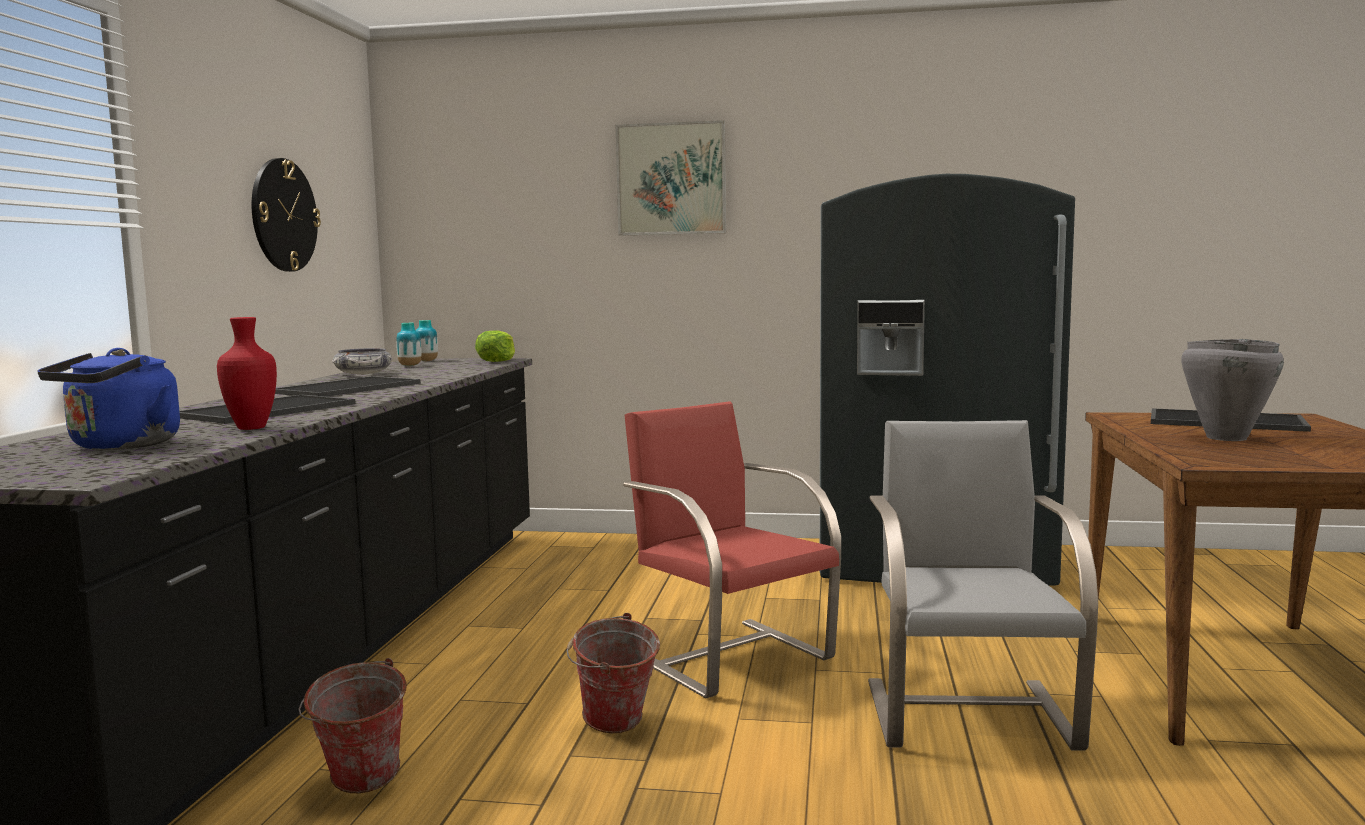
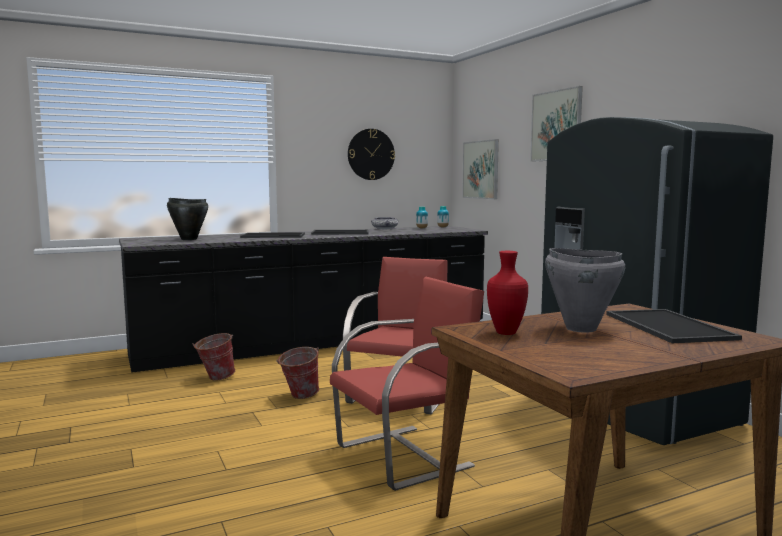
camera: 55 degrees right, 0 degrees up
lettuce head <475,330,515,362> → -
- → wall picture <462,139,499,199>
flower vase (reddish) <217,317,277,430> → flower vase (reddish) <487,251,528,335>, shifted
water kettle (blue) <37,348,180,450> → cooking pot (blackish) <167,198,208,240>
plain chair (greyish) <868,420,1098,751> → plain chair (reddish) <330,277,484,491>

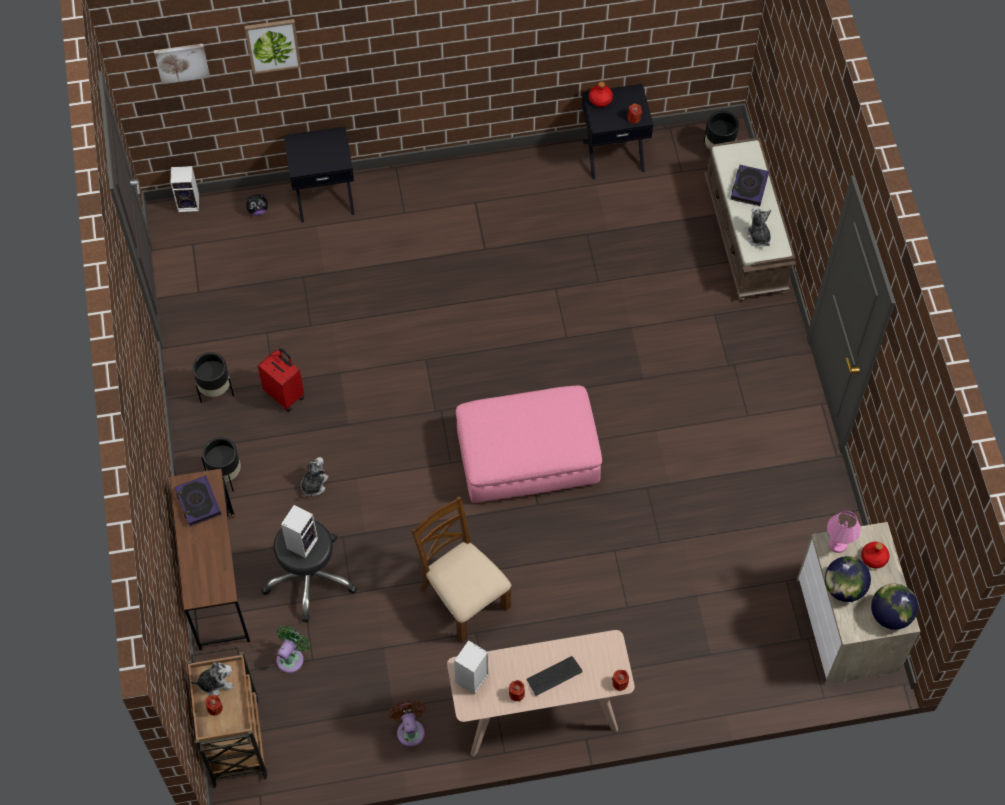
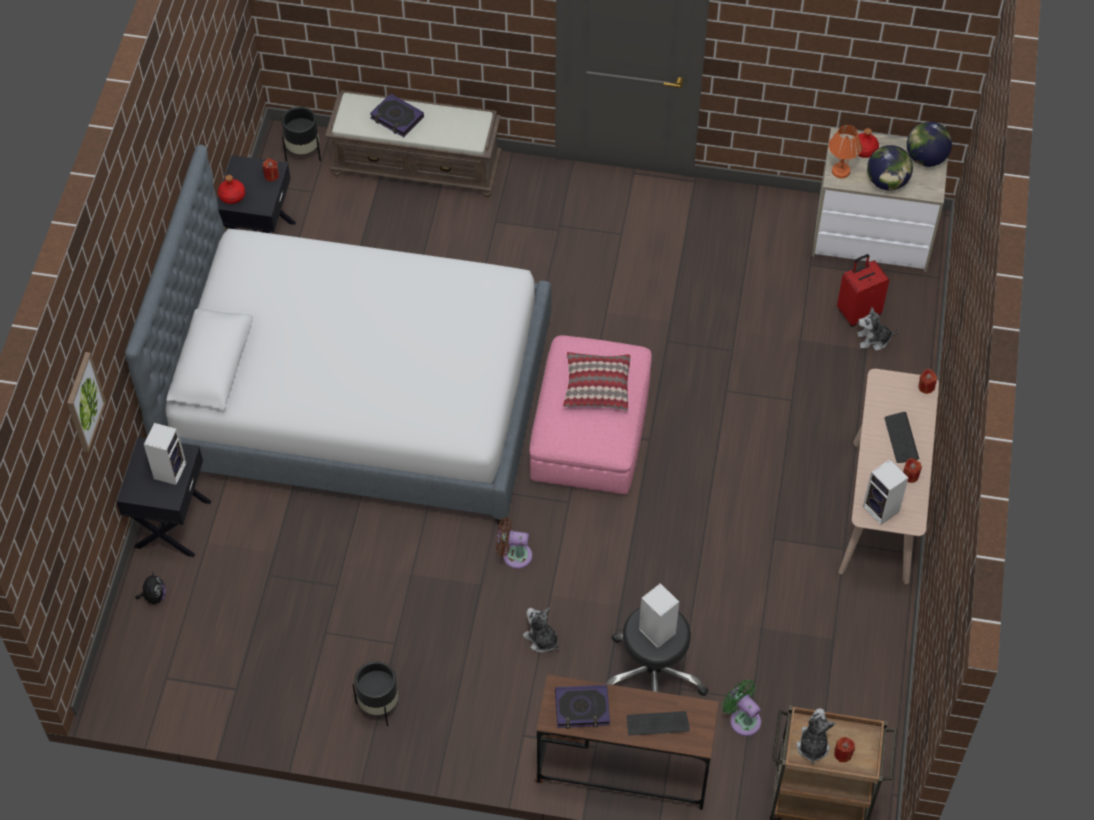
camera: 70 degrees left, 5 degrees down
wall picture <154,44,210,84> → -
planter (blackish) <201,437,241,492> → -
plain chair (brown-coloured) <411,496,511,643> → -
- → bed <125,144,551,525>
- → cushion <563,352,631,411>
- → PC keyboard <627,711,690,736>
audio speaker <171,166,199,212> → audio speaker <144,423,186,485>, shifted
suitcase (reddish) <258,348,304,412> → suitcase (reddish) <837,254,889,326>, shifted
fan (brown-coloured) <389,700,426,747> → fan (brown-coloured) <496,517,532,569>, shifted
cuddly toy <744,207,771,247> → cuddly toy <857,307,899,351>, shifted
table lamp (pinkish) <827,511,861,553> → table lamp (orange) <829,125,862,179>

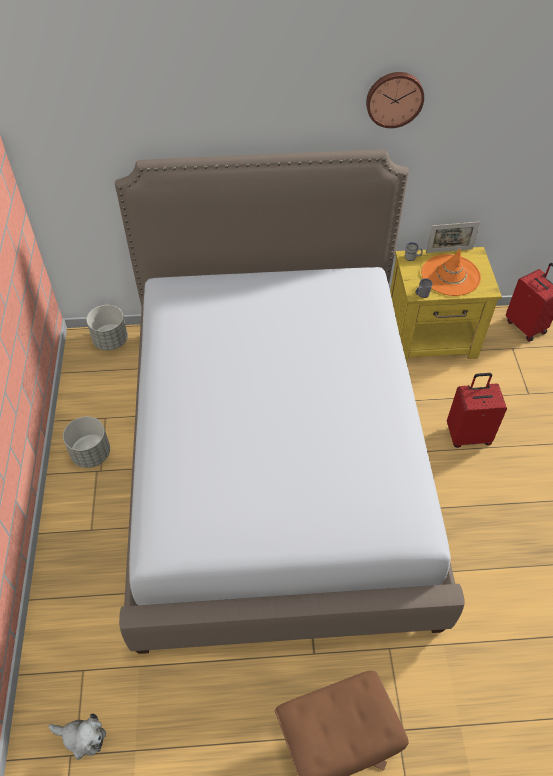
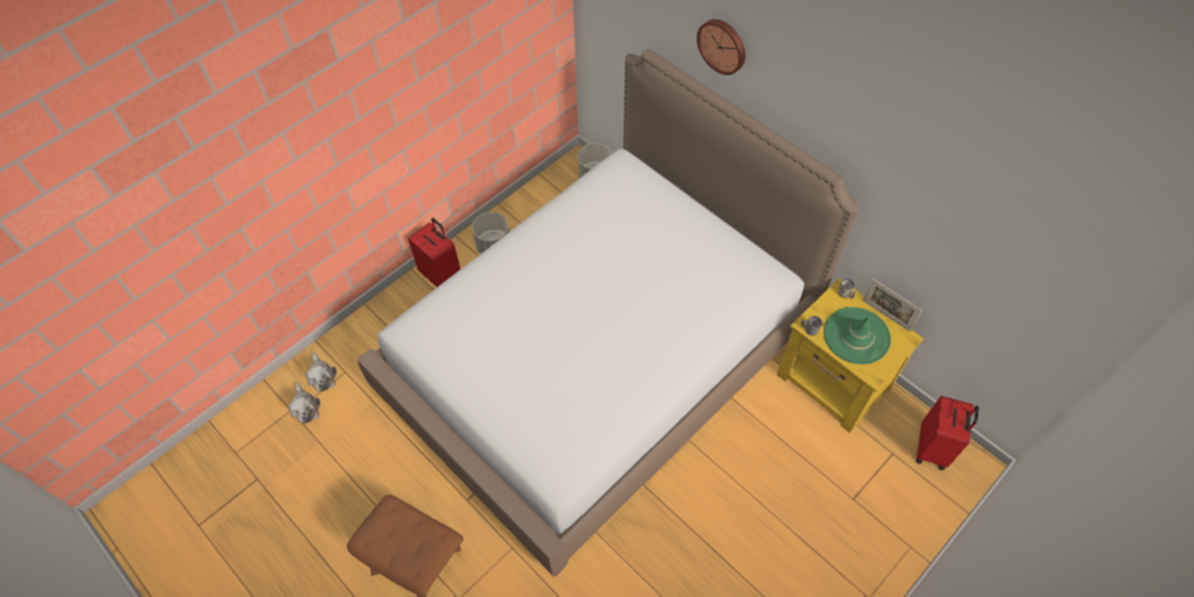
camera: 50 degrees right, 5 degrees up
- → cuddly toy <305,352,337,392>
clock on the wall <366,72,424,128> → clock on the wall <697,19,745,75>, shifted
suitcase (reddish) <447,373,507,448> → suitcase (reddish) <408,218,460,287>, shifted
clothing hat (orange) <421,248,481,296> → clothing hat (green-coloured) <824,307,891,364>

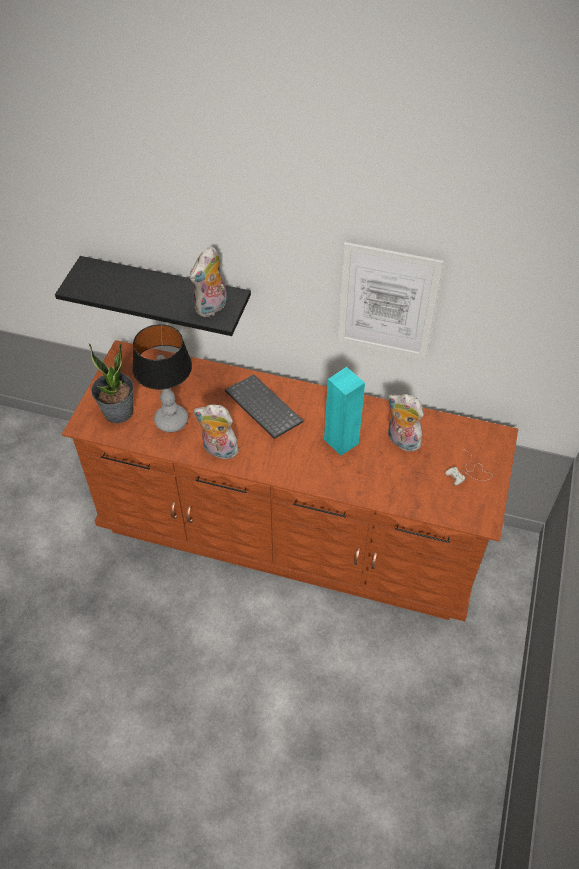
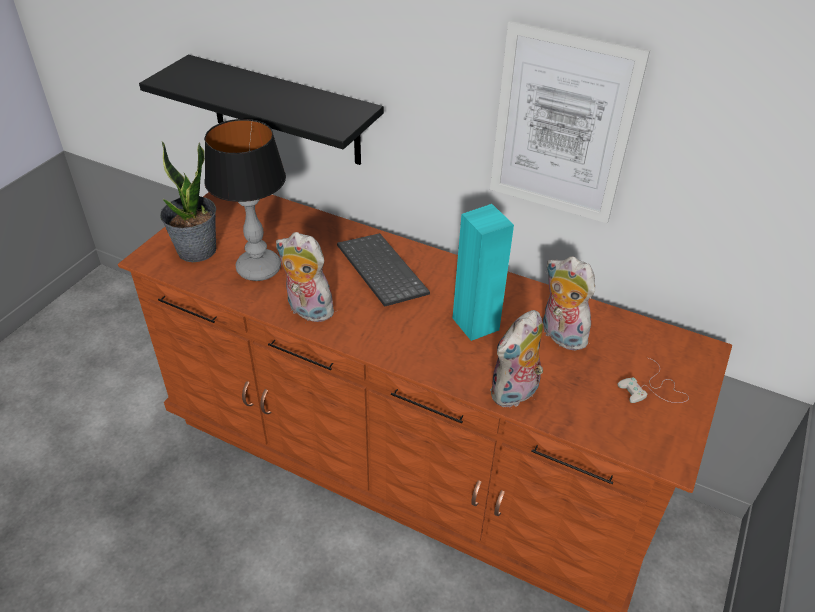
camera: 10 degrees right, 10 degrees down
cuddly toy <190,246,227,317> → cuddly toy <490,310,543,407>, shifted

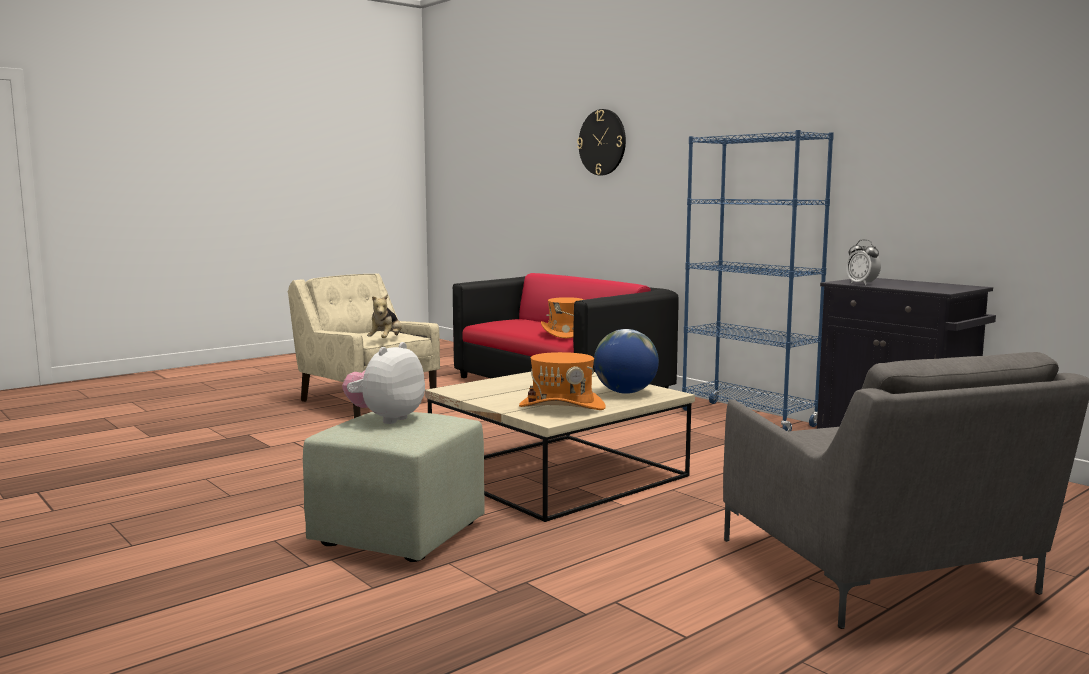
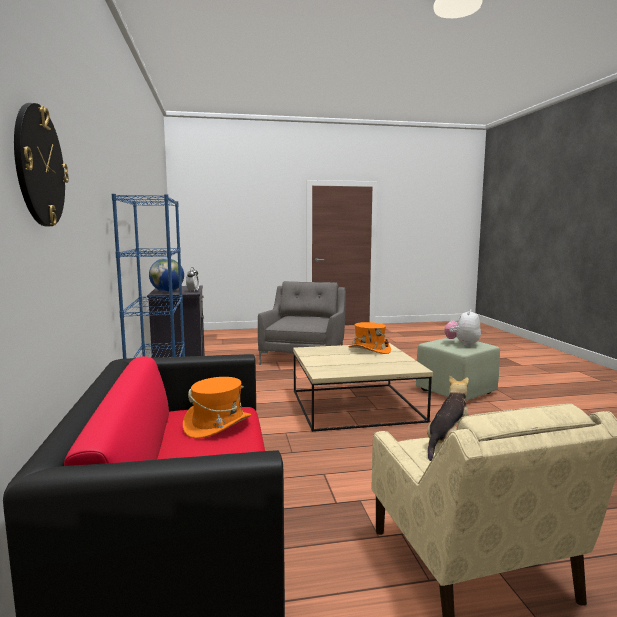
camera: 150 degrees left, 0 degrees up
desk globe <594,329,659,394> → desk globe <149,258,184,292>, shifted
cuddly toy <342,342,425,424> → cuddly toy <444,309,481,346>, 150 degrees clockwise

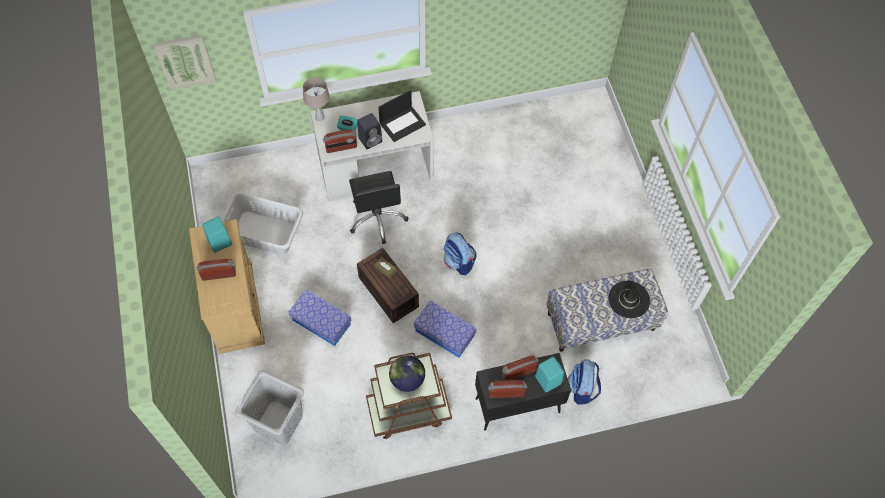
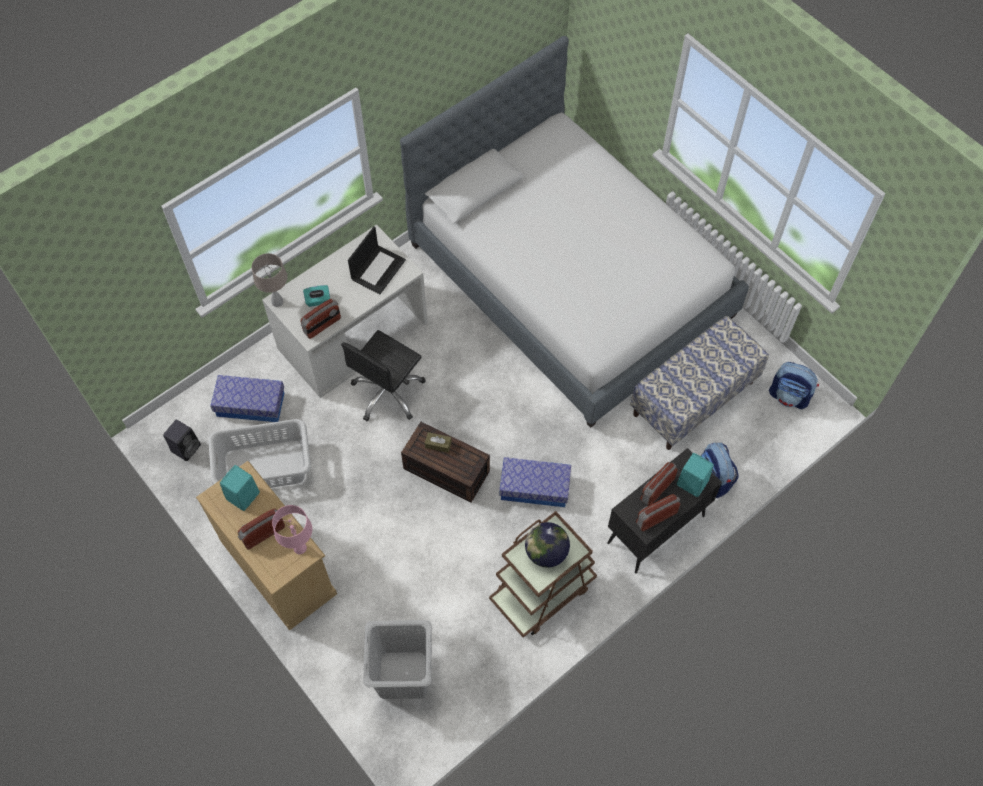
camera: 25 degrees left, 0 degrees up
wall picture <154,35,216,90> → -
clothing hat (blackish) <608,281,650,318> → -
- → table lamp (pinkish) <272,505,312,554>
- → bed <400,36,749,428>
storage box <289,290,352,346> → storage box <210,375,284,422>, shifted
audio speaker (blackish) <357,113,382,149> → audio speaker (blackish) <163,420,201,461>, shifted
backpack <444,232,477,275> → backpack <769,362,819,409>, shifted
computer chair (blackish) <349,171,408,244> → computer chair (blackish) <341,330,426,421>, 75 degrees clockwise

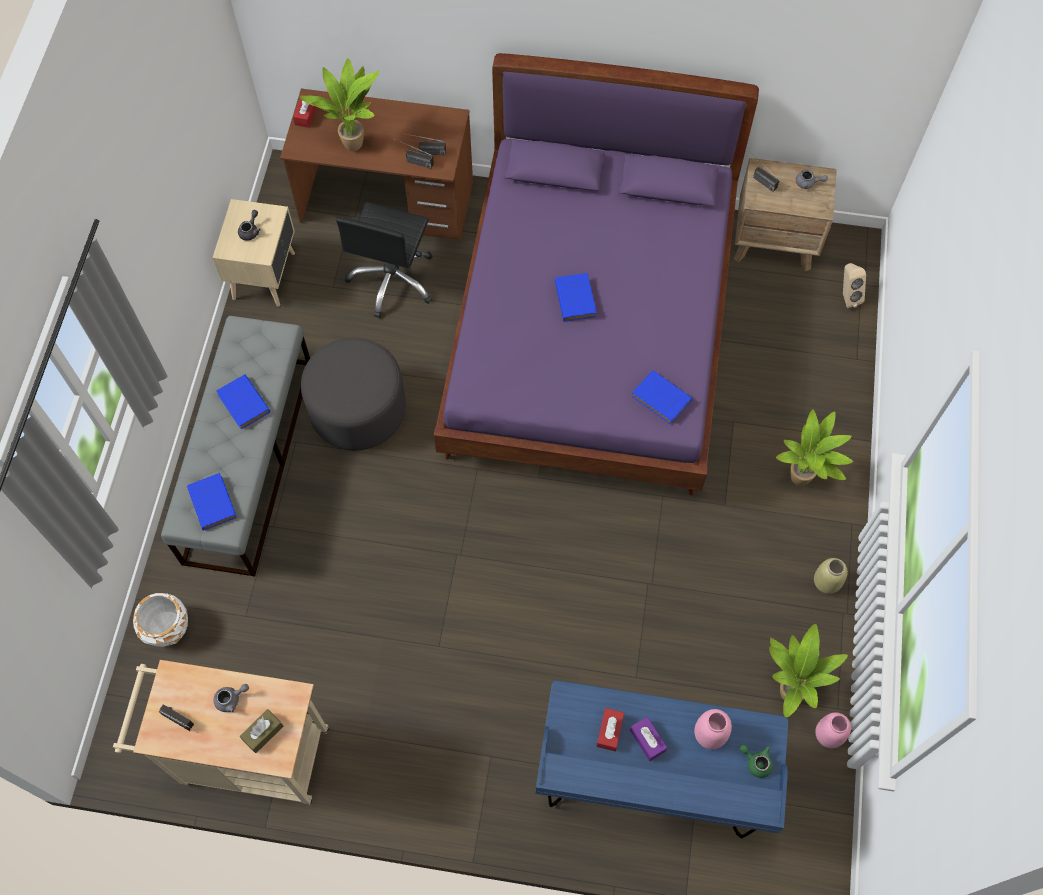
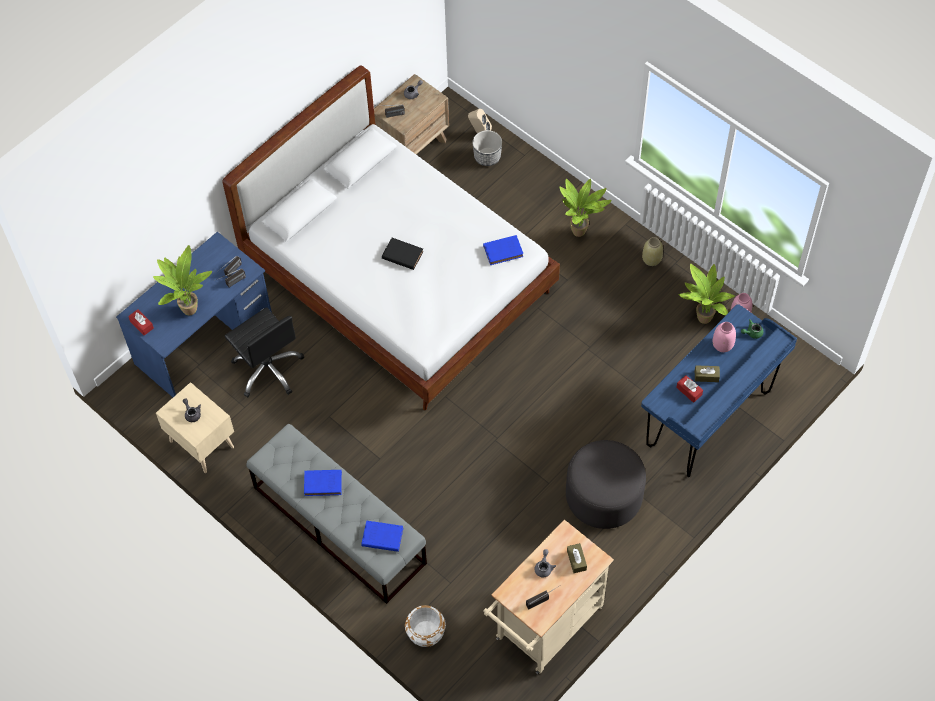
camera: 55 degrees left, 5 degrees down
- → planter <472,130,502,166>
footrest (greyish) <301,338,406,450> → footrest (greyish) <566,440,646,529>, shifted
desk (brown-coloured) <280,89,473,244> → desk (blue) <116,232,272,397>
bed (purple-coloured) <434,53,759,495> → bed (white-coloured) <222,65,560,410>
book (blue) <555,273,597,322> → book (blackish) <382,238,424,270>
tissue holder (purple-coloured) <630,717,667,761> → tissue holder (brown-coloured) <695,365,720,382>

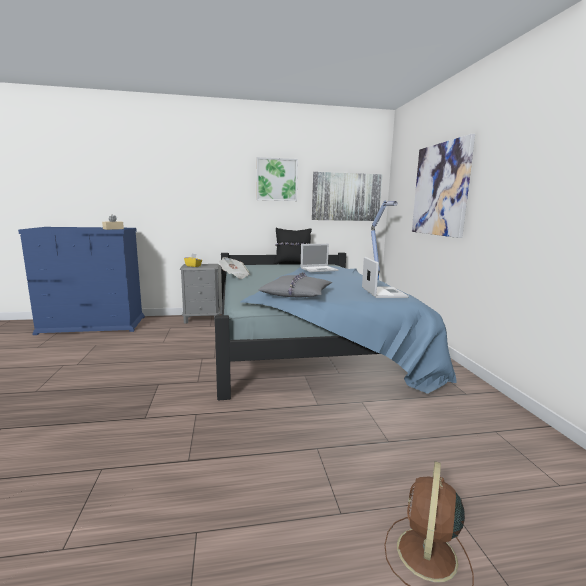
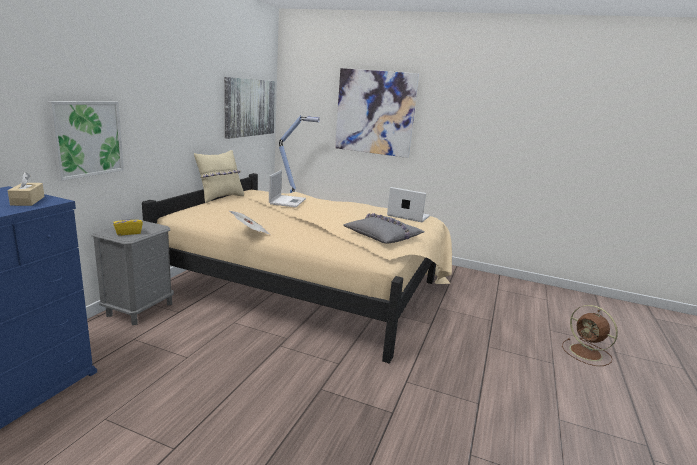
camera: 60 degrees left, 5 degrees up
wall picture <257,157,298,201> → wall picture <47,101,124,181>, shifted
bed (blue) <215,253,457,400> → bed (sand-coloured) <142,173,452,363>
cushion (blackish) <273,228,312,264> → cushion (sand-coloured) <194,150,244,203>

